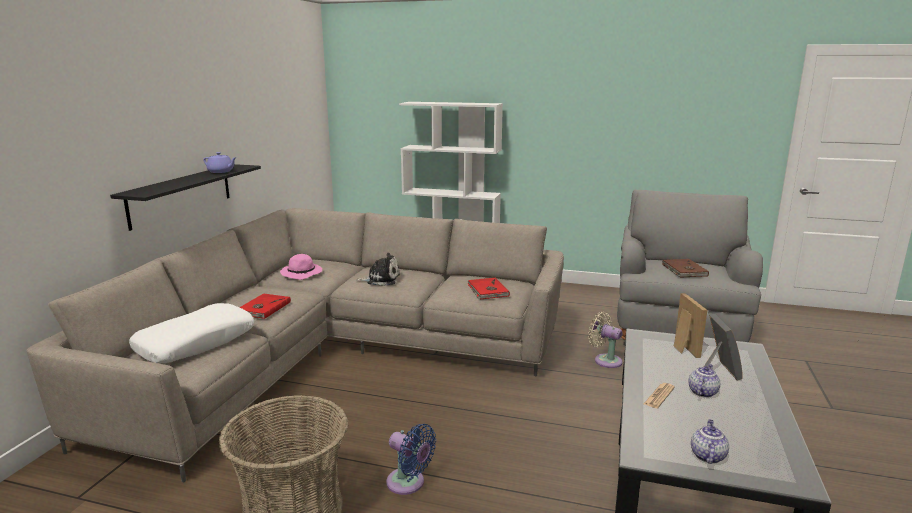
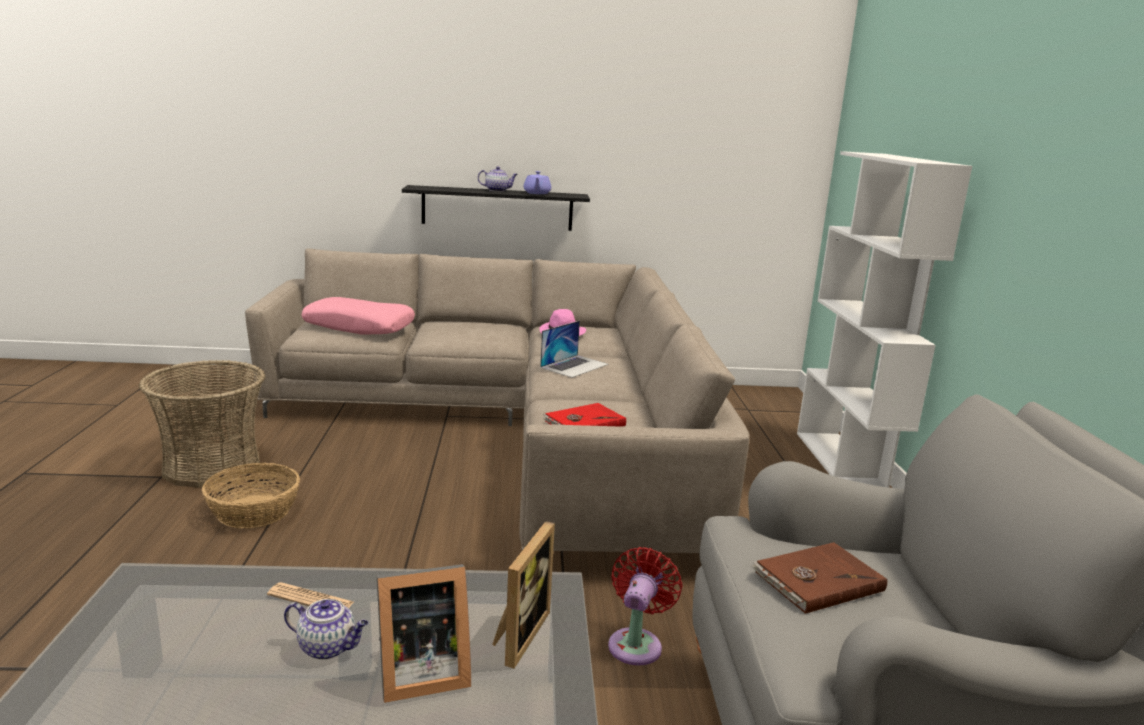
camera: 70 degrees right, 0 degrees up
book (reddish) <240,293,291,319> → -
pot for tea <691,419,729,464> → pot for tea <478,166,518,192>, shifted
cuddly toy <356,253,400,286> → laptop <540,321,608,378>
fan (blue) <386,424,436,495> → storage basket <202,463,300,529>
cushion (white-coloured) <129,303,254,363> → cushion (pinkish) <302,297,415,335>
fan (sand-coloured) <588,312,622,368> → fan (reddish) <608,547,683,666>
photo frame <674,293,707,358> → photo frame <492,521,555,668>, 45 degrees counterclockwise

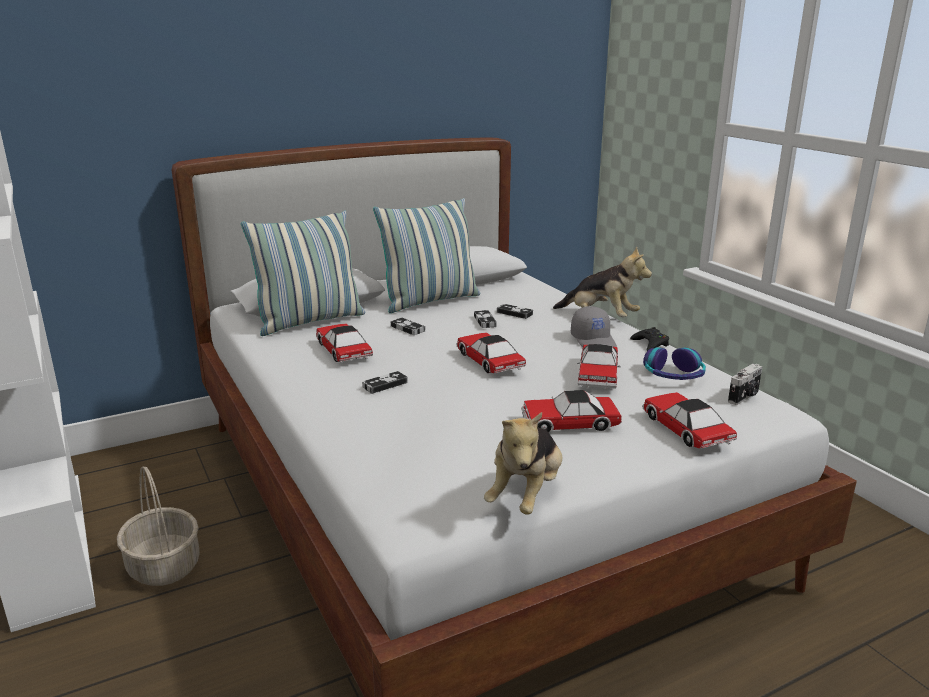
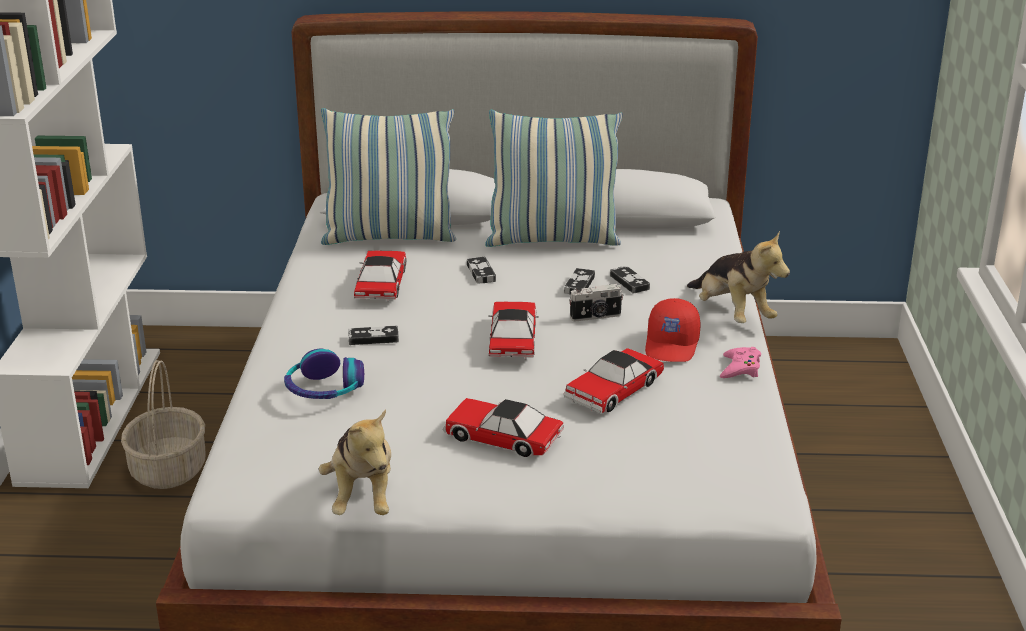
camera: 30 degrees right, 5 degrees up
toy car <642,392,737,449> → -
headphones <643,347,706,380> → headphones <284,349,364,399>, shifted
still camera <728,364,763,405> → still camera <569,284,623,322>, shifted
cap (greyish) <571,306,617,347> → cap (reddish) <645,298,701,362>
joypad (blackish) <630,327,669,351> → joypad (pinkish) <720,347,761,378>
cuddly toy <484,412,562,515> → cuddly toy <319,409,391,515>, 60 degrees counterclockwise

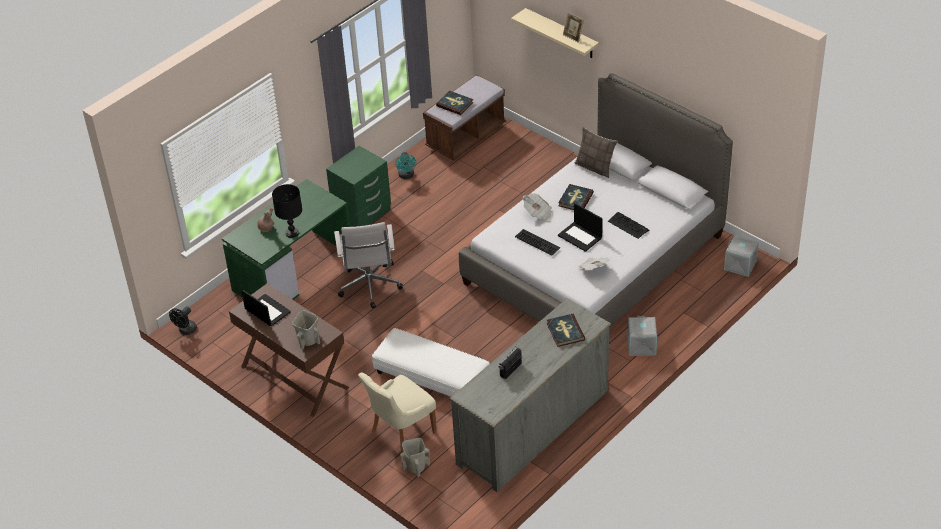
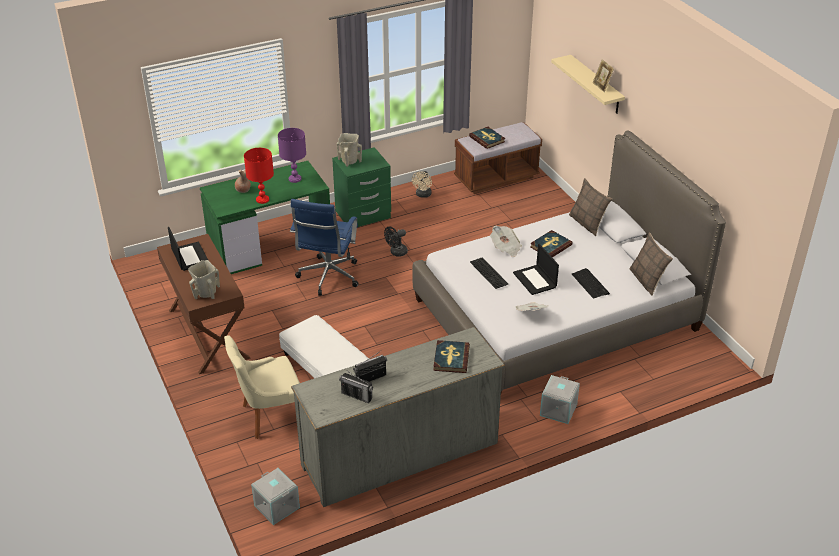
camera: 20 degrees right, 5 degrees down
- → table lamp (purple-coloured) <278,128,306,183>
- → radio set <339,369,373,403>
- → cushion <629,232,673,296>
fan (blackish) <169,306,197,335> → fan (blackish) <384,226,408,257>, shifted
flower vase (sand-coloured) <400,438,430,477> → flower vase (sand-coloured) <337,133,362,167>, shifted
storage box (greyish) <724,235,759,277> → storage box (greyish) <251,468,300,525>, shifted
table lamp (blackish) <272,184,302,238> → table lamp (reddish) <244,148,274,204>
computer chair (white-coloured) <334,222,403,308> → computer chair (blue) <290,199,359,296>
fan (turquoise) <395,152,416,179> → fan (sand-coloured) <412,171,432,198>

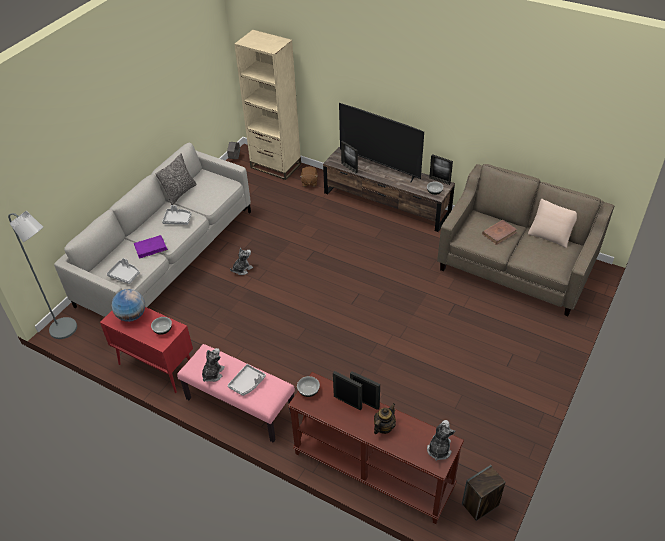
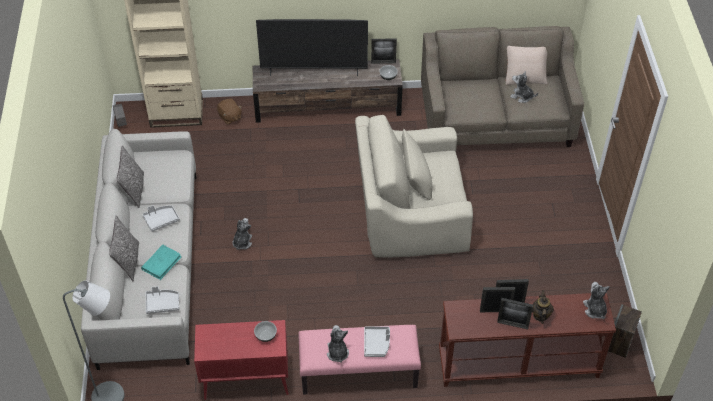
camera: 35 degrees left, 5 degrees up
desk globe <112,289,145,322> → -
deep dish <297,376,320,397> → -
book (brown-coloured) <482,220,517,245> → -
- → cushion <109,216,139,282>
- → armchair (sand-coloured) <355,115,473,258>
- → cuddly toy <510,71,538,103>
photo frame <341,141,358,173> → photo frame <497,298,533,329>, shifted
book (purple-coloured) <134,235,168,259> → book (turquoise) <141,245,182,280>

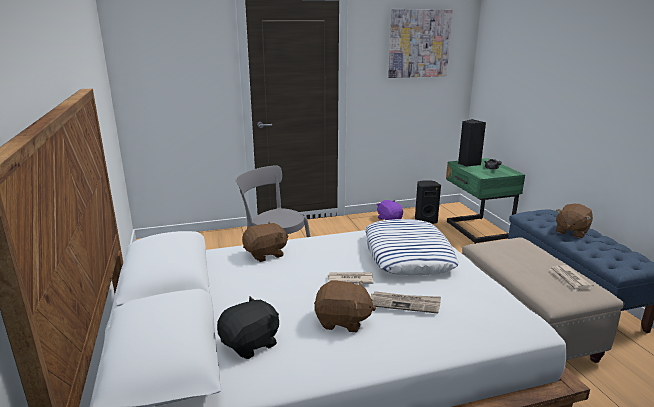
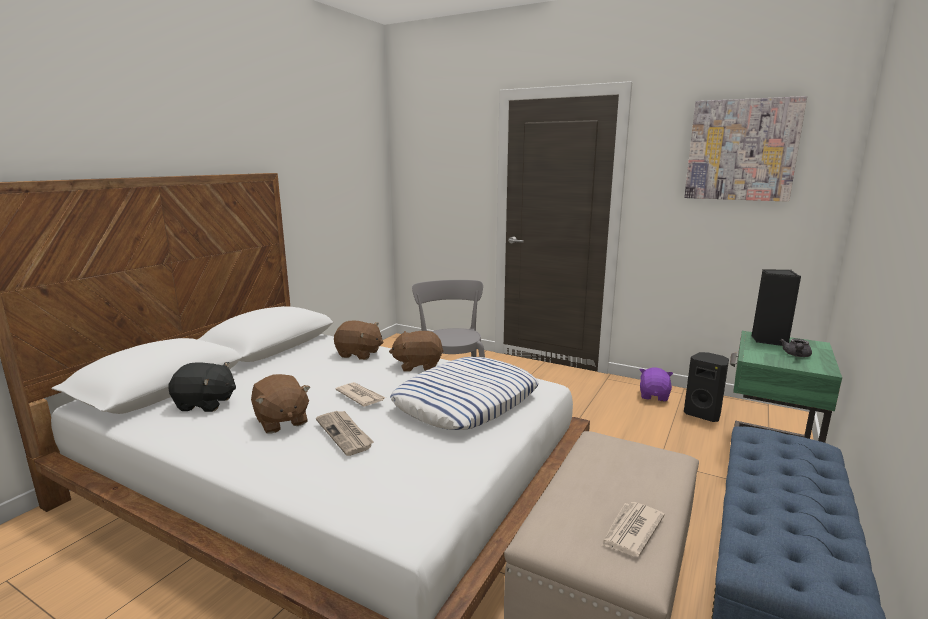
camera: 45 degrees right, 5 degrees down
cuddly toy (brown-coloured) <556,204,593,238> → cuddly toy (brown-coloured) <389,331,444,372>, shifted

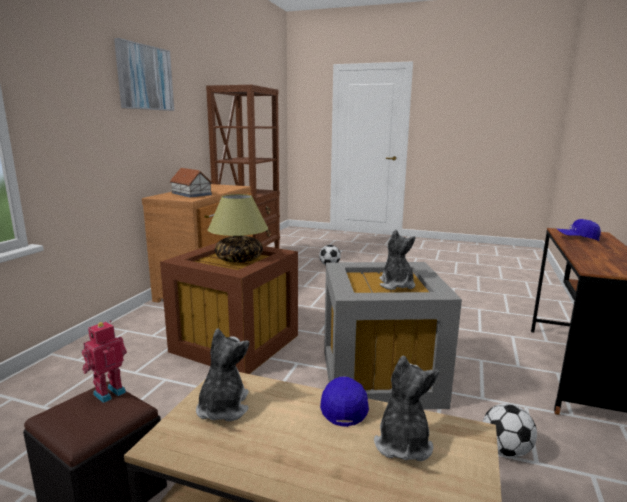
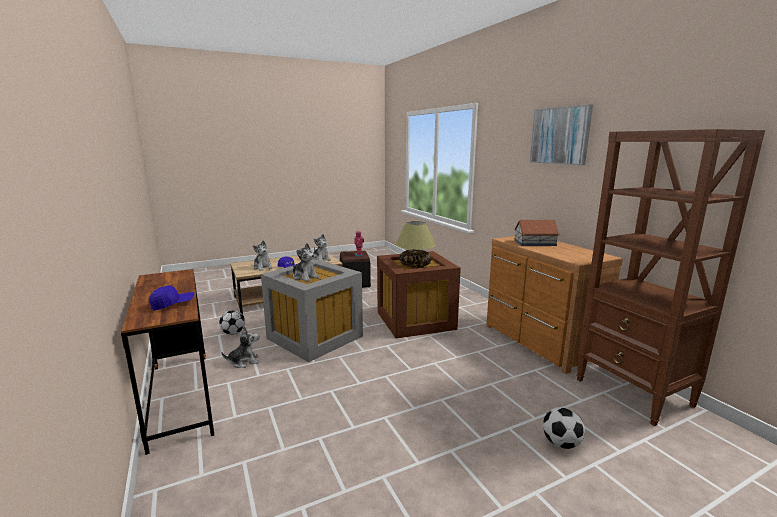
camera: 135 degrees right, 0 degrees up
- → cuddly toy <221,326,259,368>

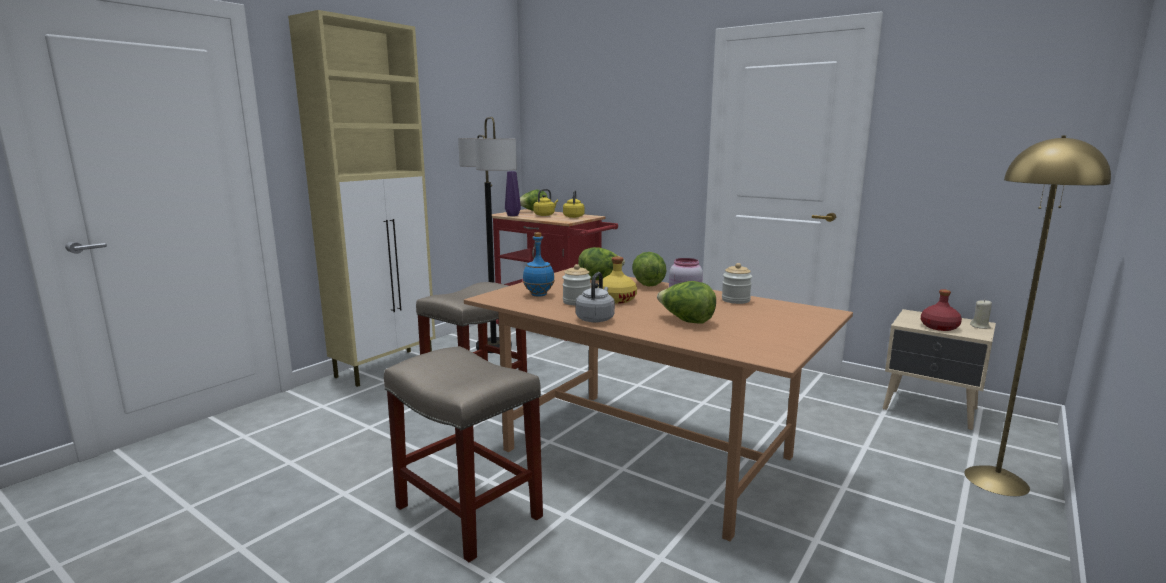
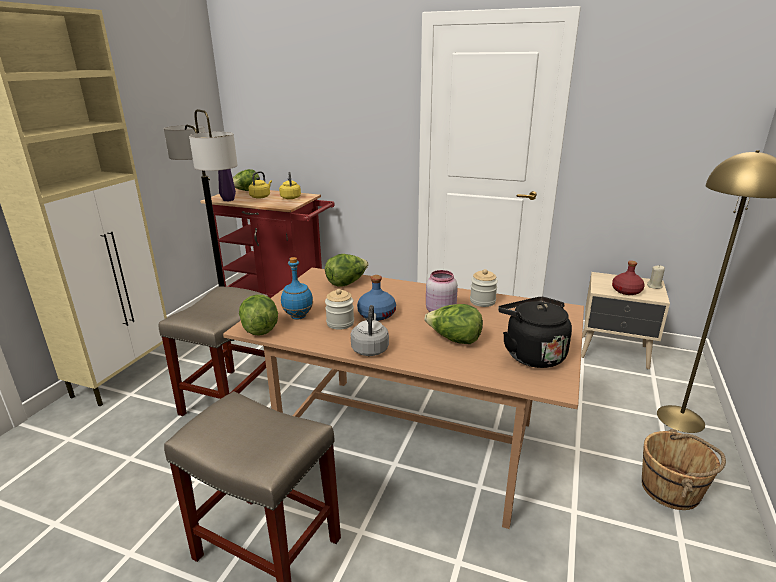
camera: 15 degrees left, 10 degrees up
- → water kettle (blackish) <498,297,572,368>
- → water bucket (brown-coloured) <642,429,726,510>
lettuce head <632,252,666,287> → lettuce head <239,295,278,336>, shifted
bottle (yellow) <598,257,637,304> → bottle (blue) <357,275,396,321>

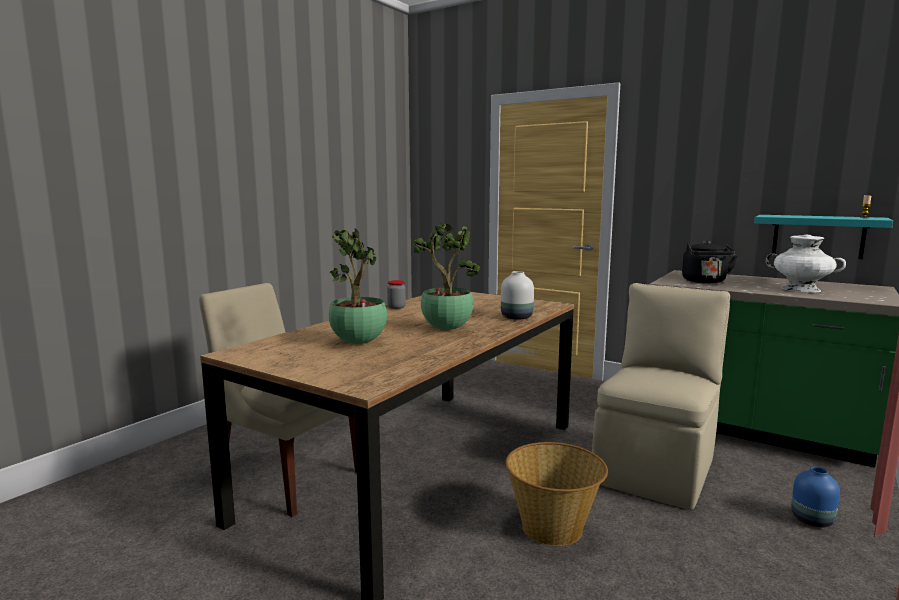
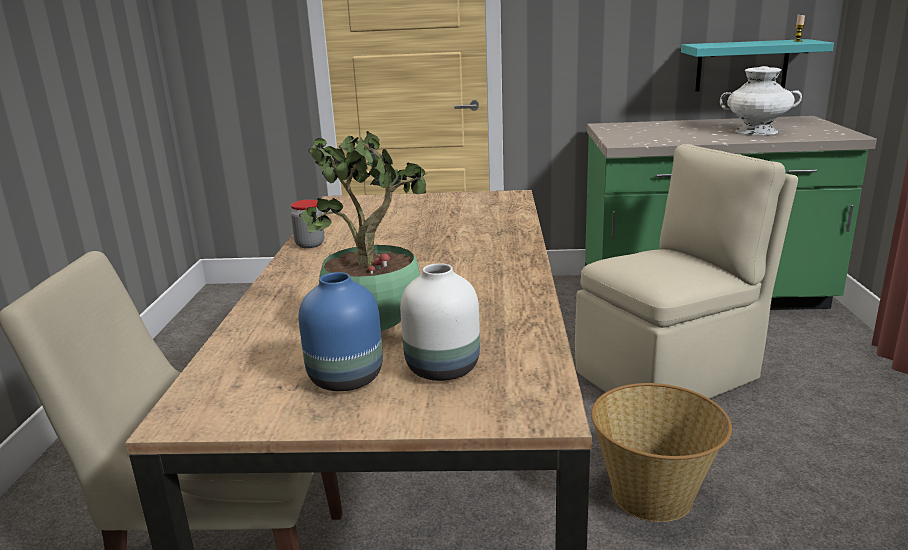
camera: 30 degrees left, 10 degrees up
plant in a pot <414,223,481,330> → -
water kettle (blackish) <682,241,738,283> → -
flower vase (white-coloured) <501,271,534,320> → flower vase (white-coloured) <400,263,480,381>, shifted
flower vase (blue) <791,466,840,527> → flower vase (blue) <298,272,383,391>, shifted
plain chair (sand-coloured) <592,283,730,510> → plain chair (sand-coloured) <575,144,798,399>, 60 degrees clockwise

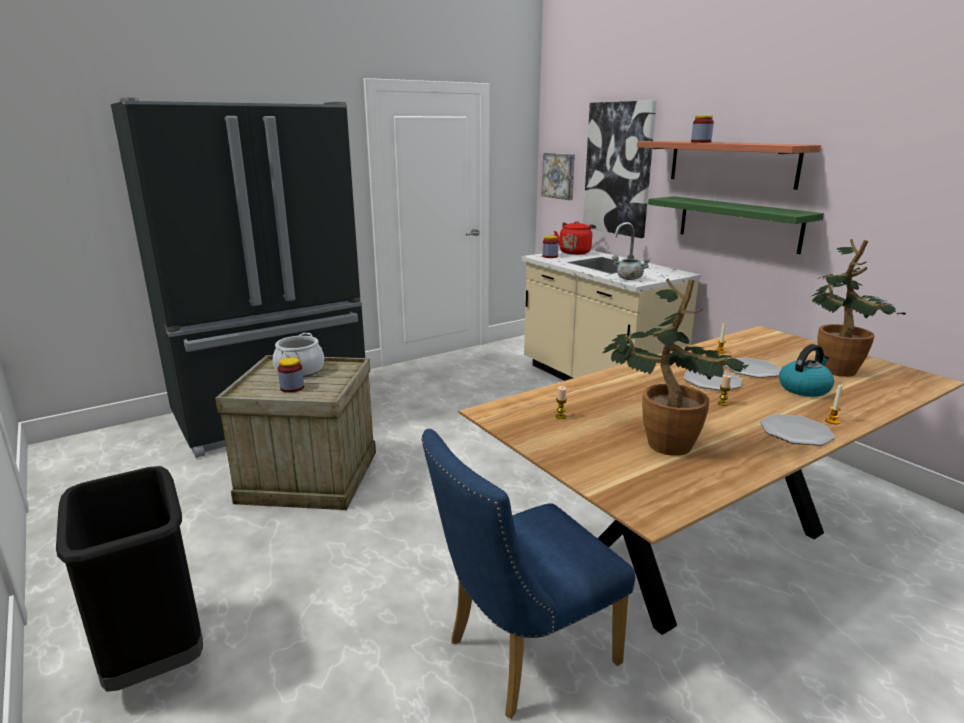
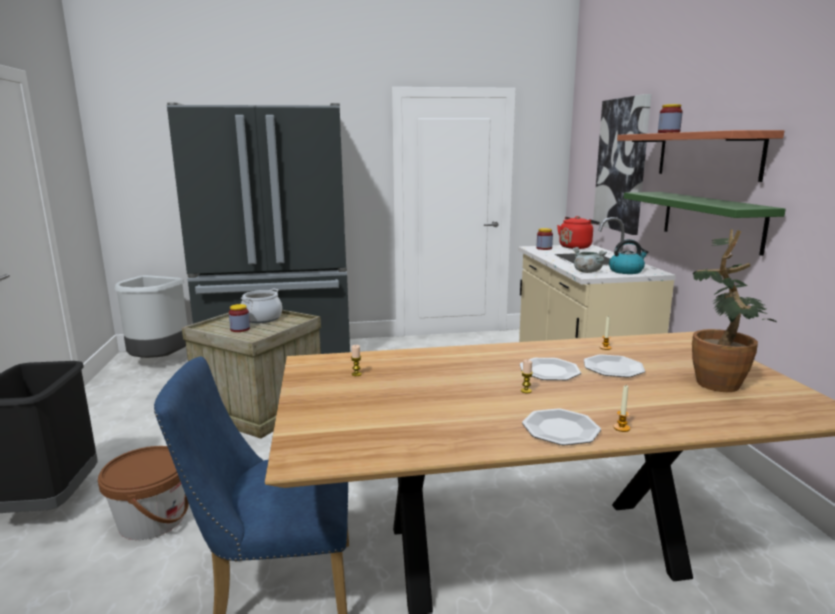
camera: 25 degrees right, 5 degrees down
wall picture <542,153,575,200> → -
plant in a pot <603,279,750,456> → -
- → water bucket (brown-coloured) <98,446,189,540>
- → waste bin (greyish) <114,275,188,358>
water kettle <779,344,834,397> → water kettle <609,239,648,274>, shifted

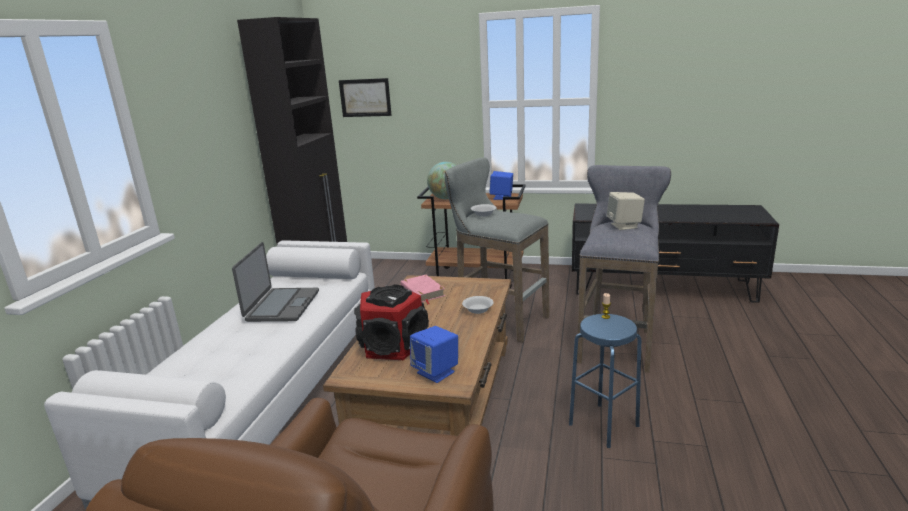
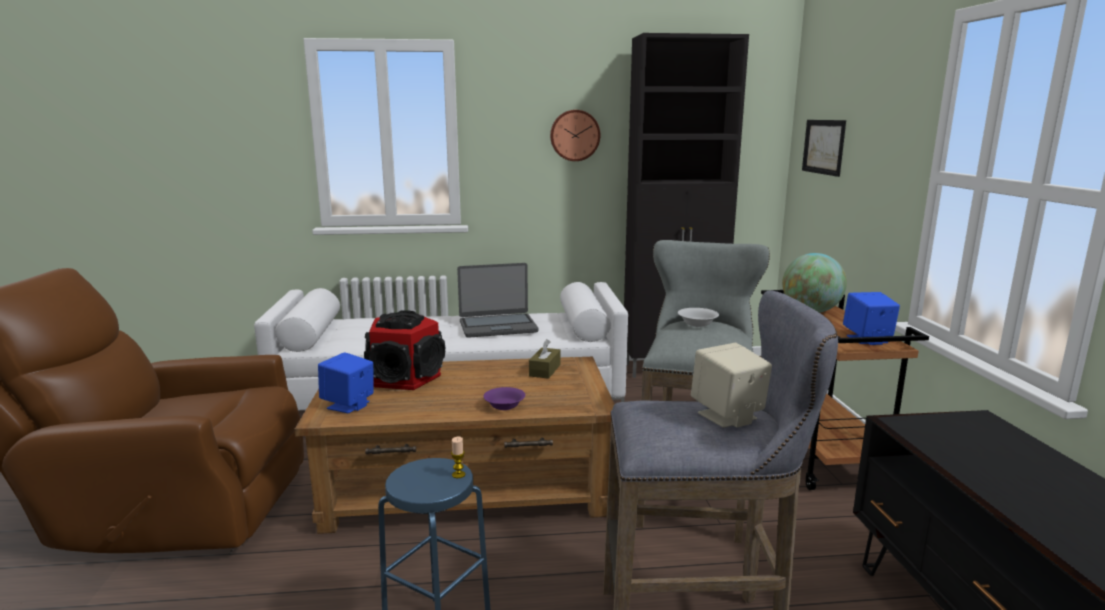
camera: 70 degrees right, 5 degrees down
- → clock on the wall <550,110,600,161>
book (pinkish) <400,275,445,304> → tissue holder (brown-coloured) <529,339,560,379>
deep dish (white-coloured) <462,296,494,314> → deep dish (purple-coloured) <483,387,525,410>

